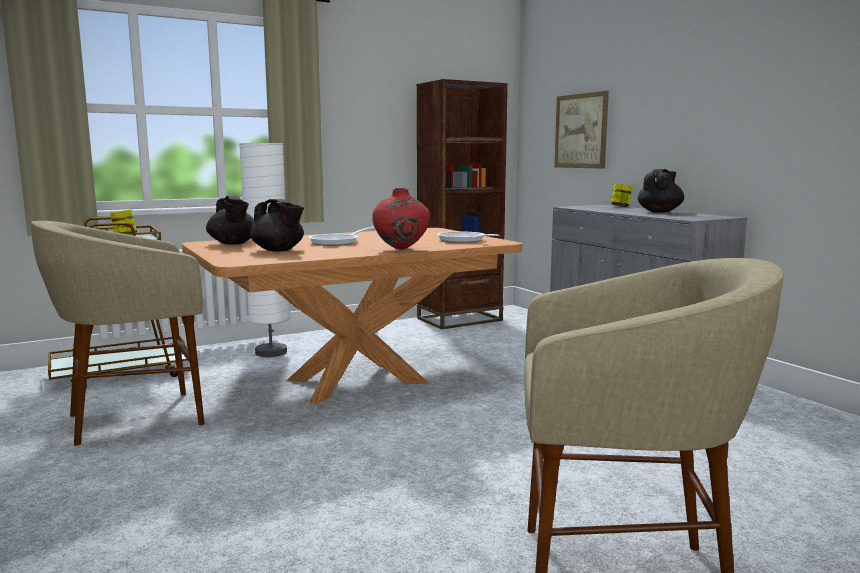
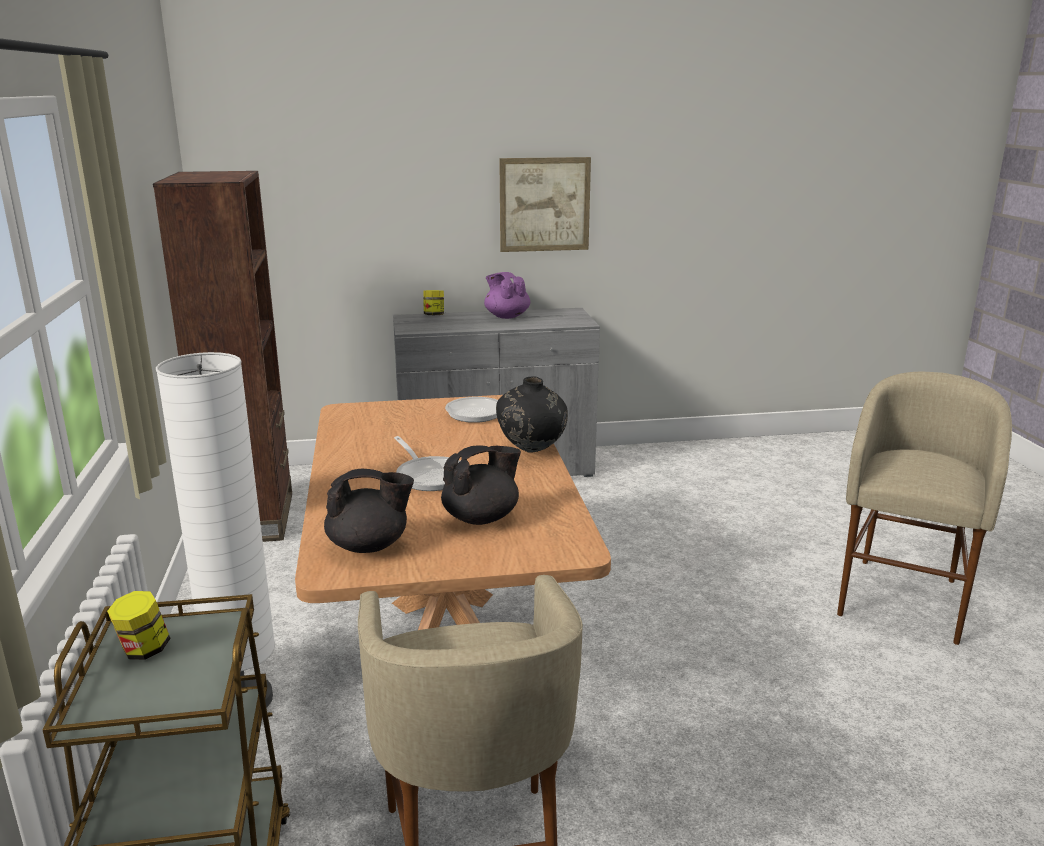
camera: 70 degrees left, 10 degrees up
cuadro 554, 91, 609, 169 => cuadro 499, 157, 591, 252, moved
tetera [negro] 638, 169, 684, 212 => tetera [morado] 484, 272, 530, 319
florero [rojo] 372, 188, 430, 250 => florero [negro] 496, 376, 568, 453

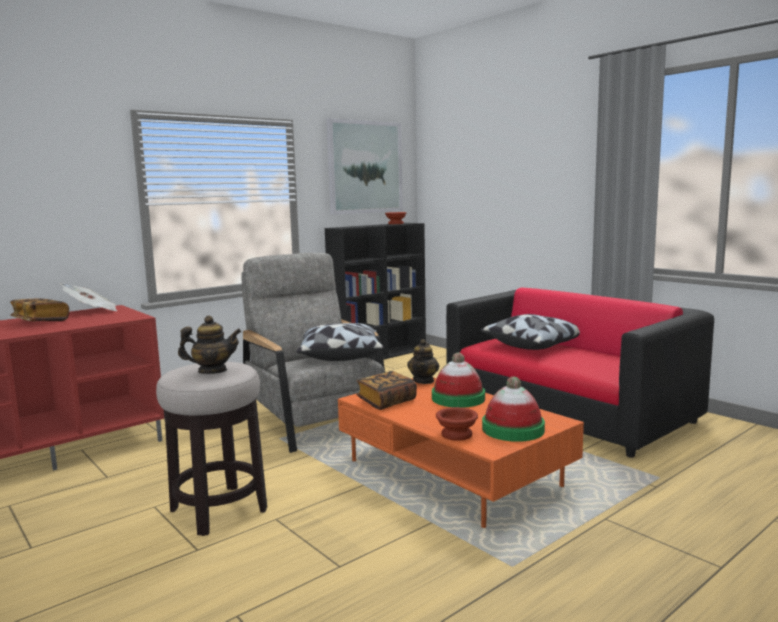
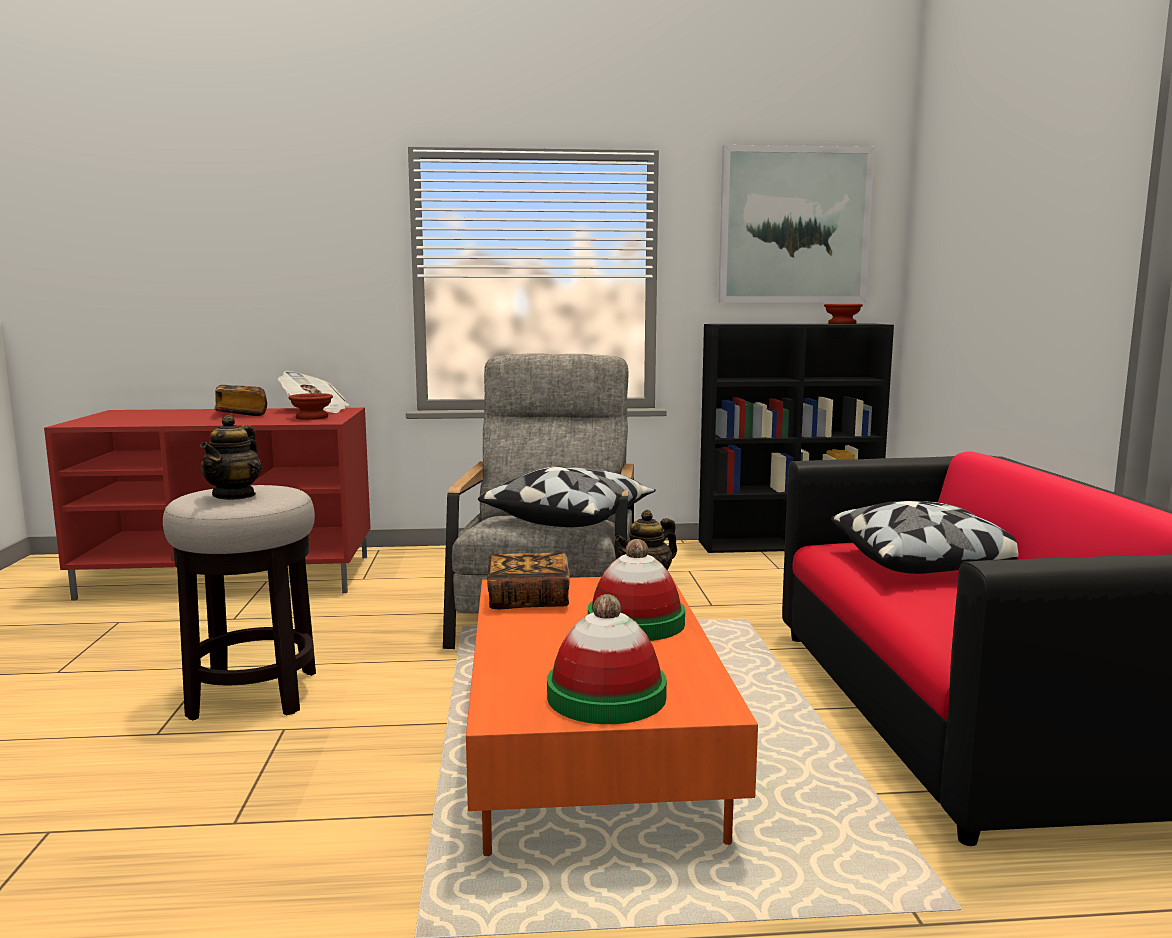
camera: 35 degrees right, 0 degrees up
tetera 178, 315, 242, 374 => tetera 200, 415, 262, 500, 75 degrees clockwise
cuenco [marrón] 436, 407, 478, 441 => cuenco [marrón] 288, 393, 333, 420, moved

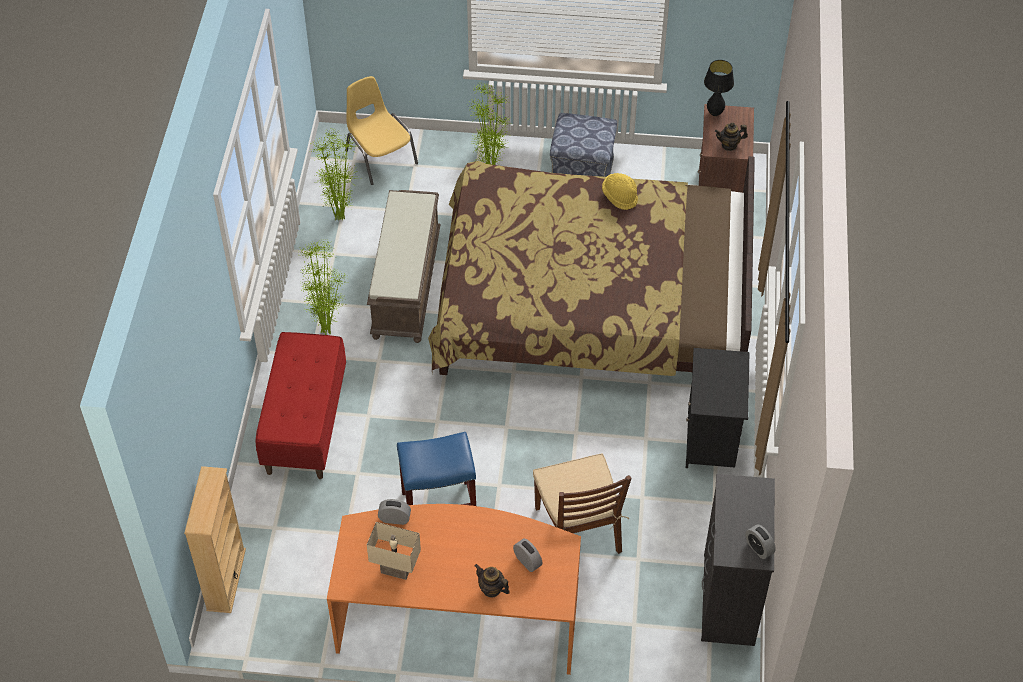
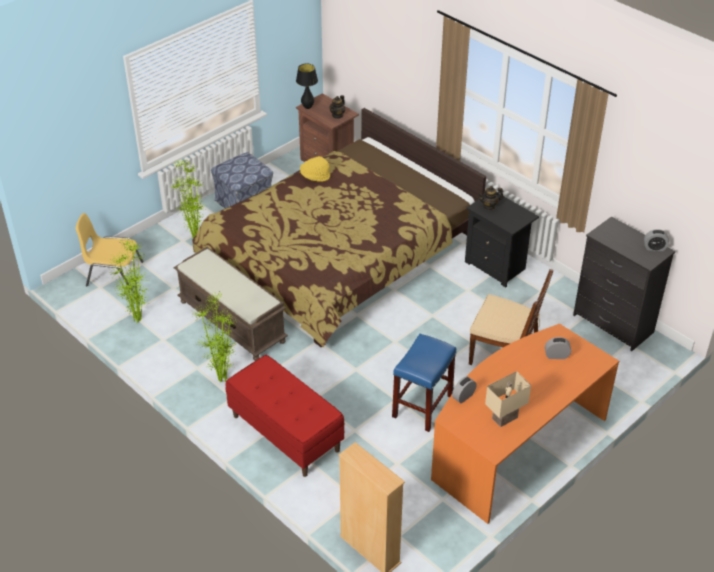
camera: 50 degrees left, 10 degrees down
tetera 475, 564, 510, 598 => tetera 478, 186, 504, 210, moved

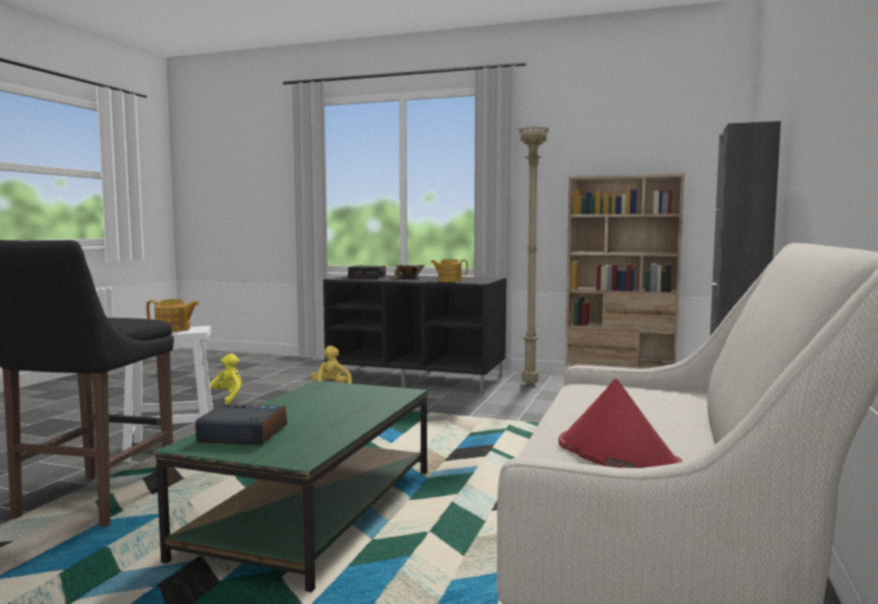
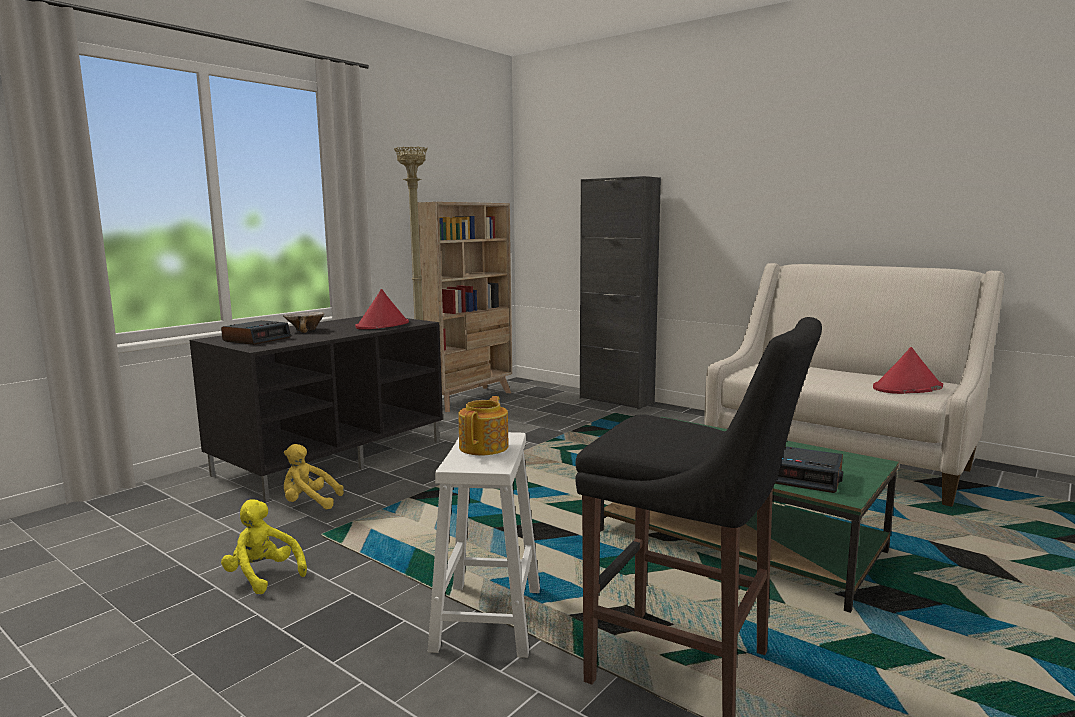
camera: 70 degrees left, 5 degrees up
tetera 430, 259, 468, 282 => sombrero [rojo] 355, 289, 409, 329
despertador 195, 404, 287, 445 => despertador 775, 446, 843, 493, 90 degrees counterclockwise

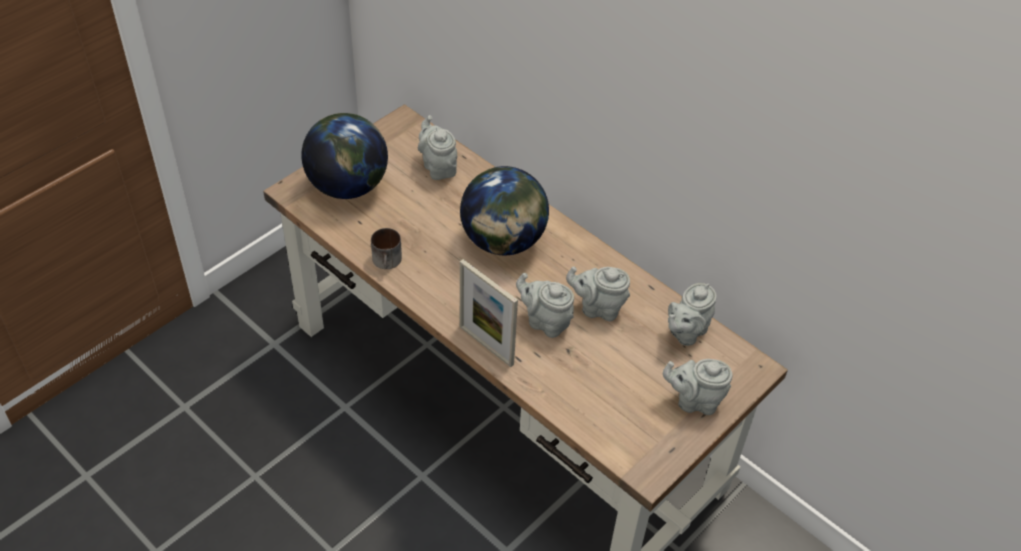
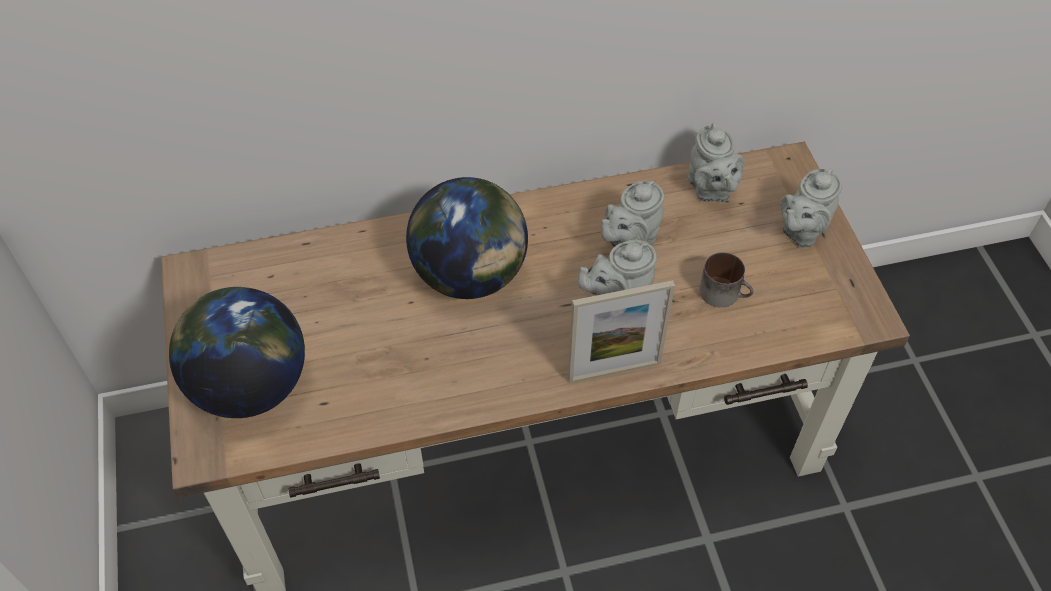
camera: 55 degrees left, 5 degrees up
tetera [gris] 418, 115, 457, 180 => nothing
taza grande 371, 228, 402, 269 => taza grande 699, 252, 753, 307, moved

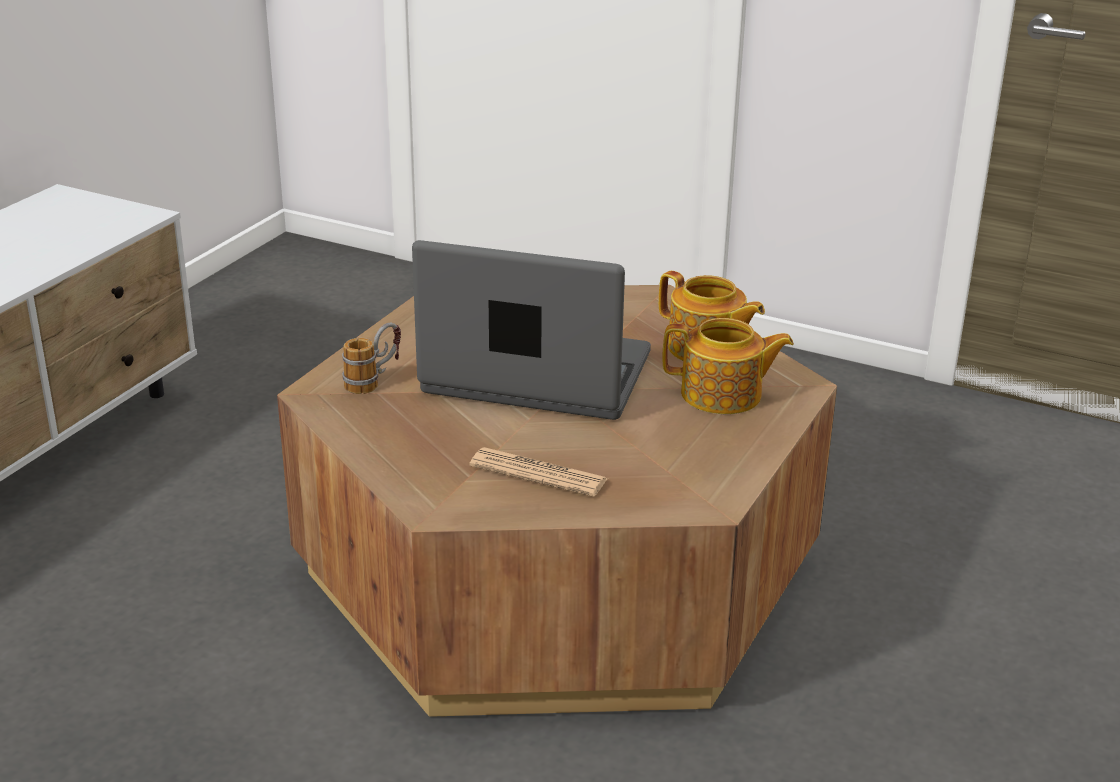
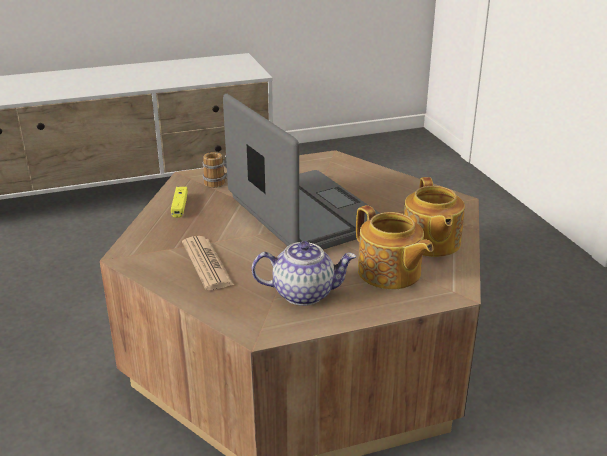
camera: 45 degrees right, 0 degrees up
nothing => mando de consola [amarillo] 171, 187, 188, 218
nothing => tetera 252, 241, 356, 306

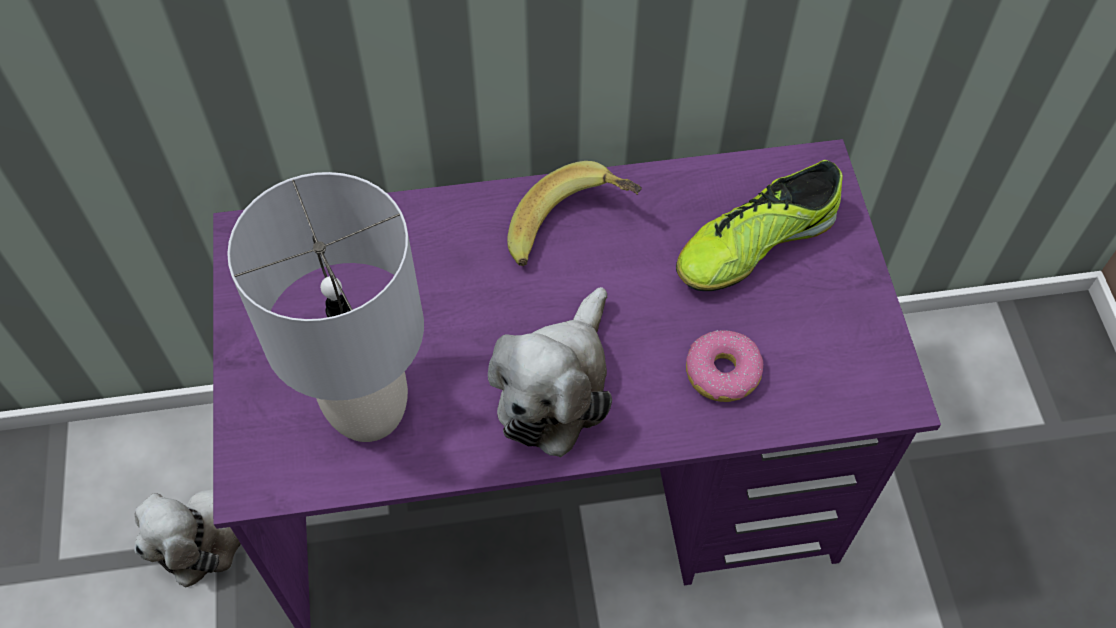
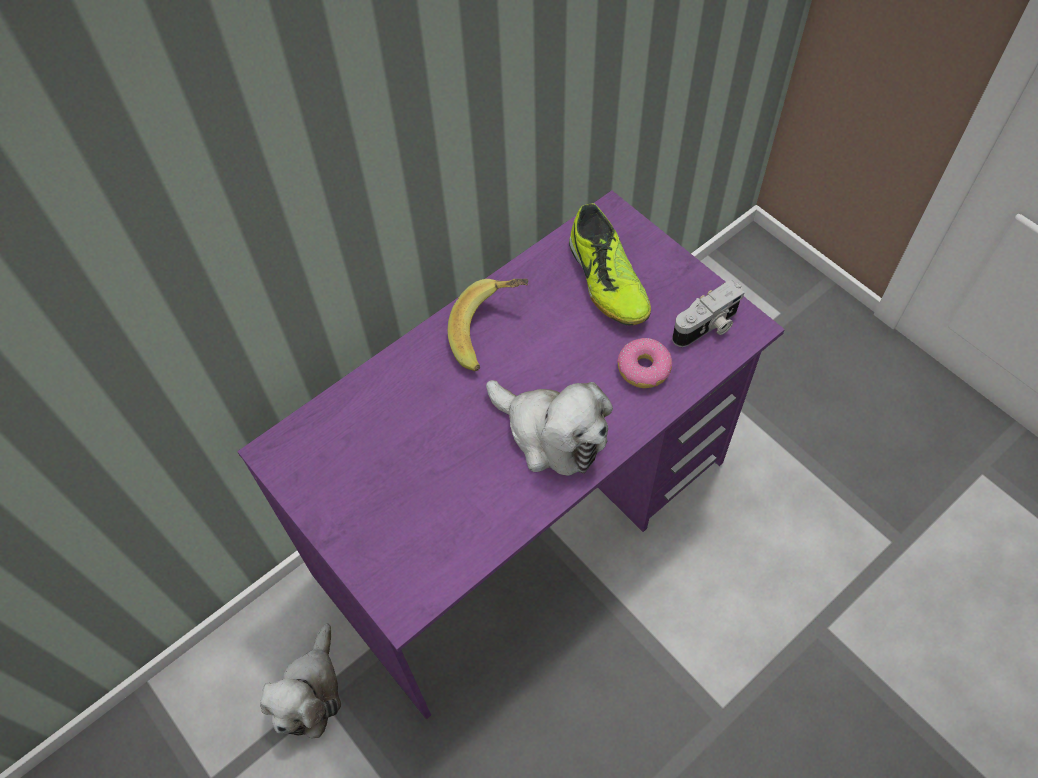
camera: 30 degrees left, 0 degrees up
zapato 676, 160, 843, 291 => zapato 569, 203, 651, 325, 45 degrees counterclockwise
lámpara de mesa [gris] 227, 172, 424, 442 => nothing
peluche 488, 287, 612, 457 => peluche 486, 380, 613, 476, 45 degrees counterclockwise
nothing => cámara 672, 280, 745, 347

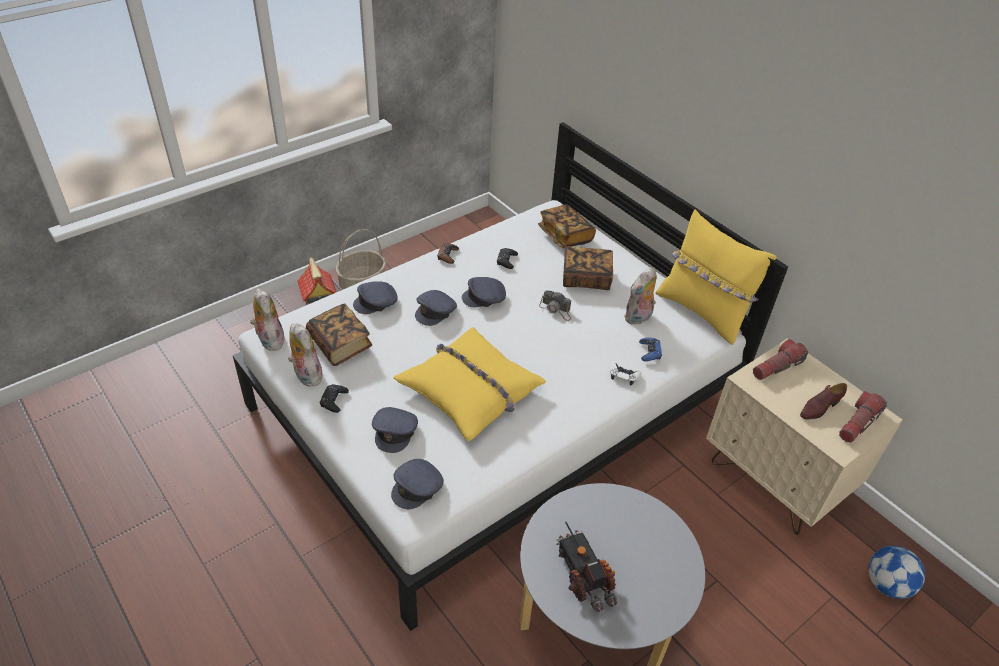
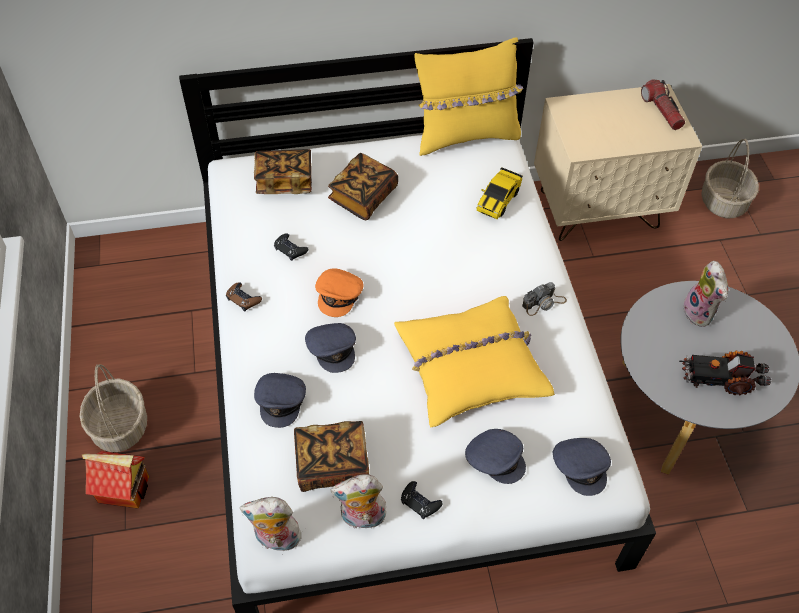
camera: 60 degrees left, 10 degrees up
peluche 625, 268, 657, 324 => peluche 684, 261, 728, 327, moved
gorra [gris] 462, 277, 506, 307 => gorra [naranja] 315, 268, 364, 317
cámara 539, 290, 571, 321 => cámara 522, 282, 567, 316, moved
mando de consola [azul] 639, 338, 662, 361 => coche de juguete 476, 167, 523, 219
linterna 753, 339, 808, 380 => nothing
mando de consola [blanco] 610, 363, 641, 385 => nothing
zapato [marrón] 800, 383, 847, 419 => nothing
balón de fútbol 868, 546, 925, 599 => cesta 701, 139, 759, 218

